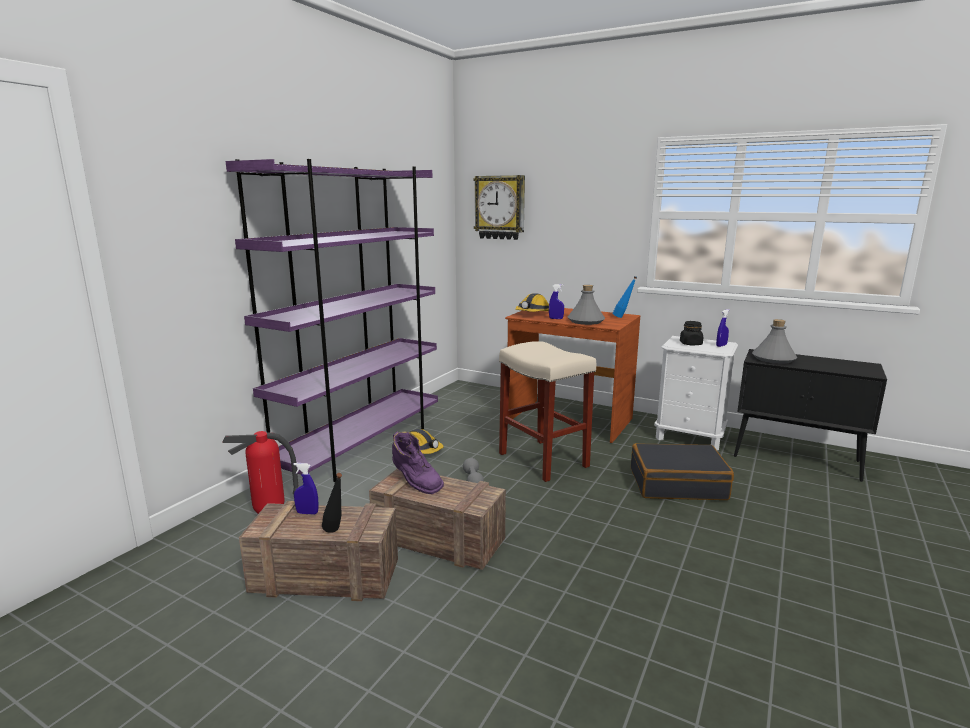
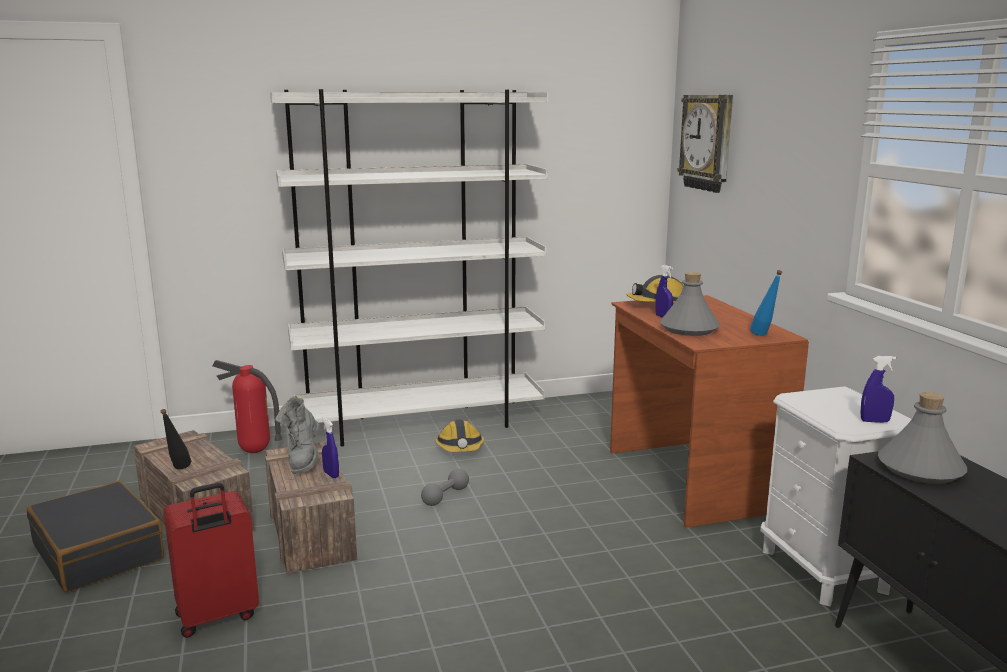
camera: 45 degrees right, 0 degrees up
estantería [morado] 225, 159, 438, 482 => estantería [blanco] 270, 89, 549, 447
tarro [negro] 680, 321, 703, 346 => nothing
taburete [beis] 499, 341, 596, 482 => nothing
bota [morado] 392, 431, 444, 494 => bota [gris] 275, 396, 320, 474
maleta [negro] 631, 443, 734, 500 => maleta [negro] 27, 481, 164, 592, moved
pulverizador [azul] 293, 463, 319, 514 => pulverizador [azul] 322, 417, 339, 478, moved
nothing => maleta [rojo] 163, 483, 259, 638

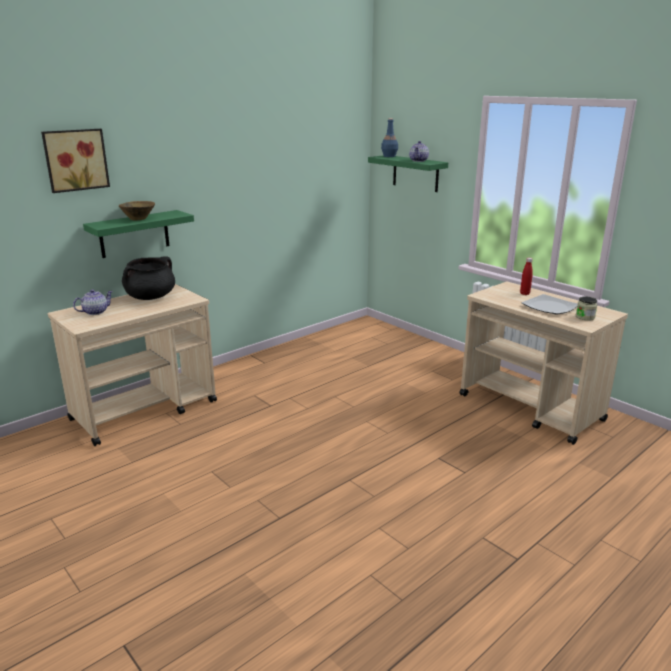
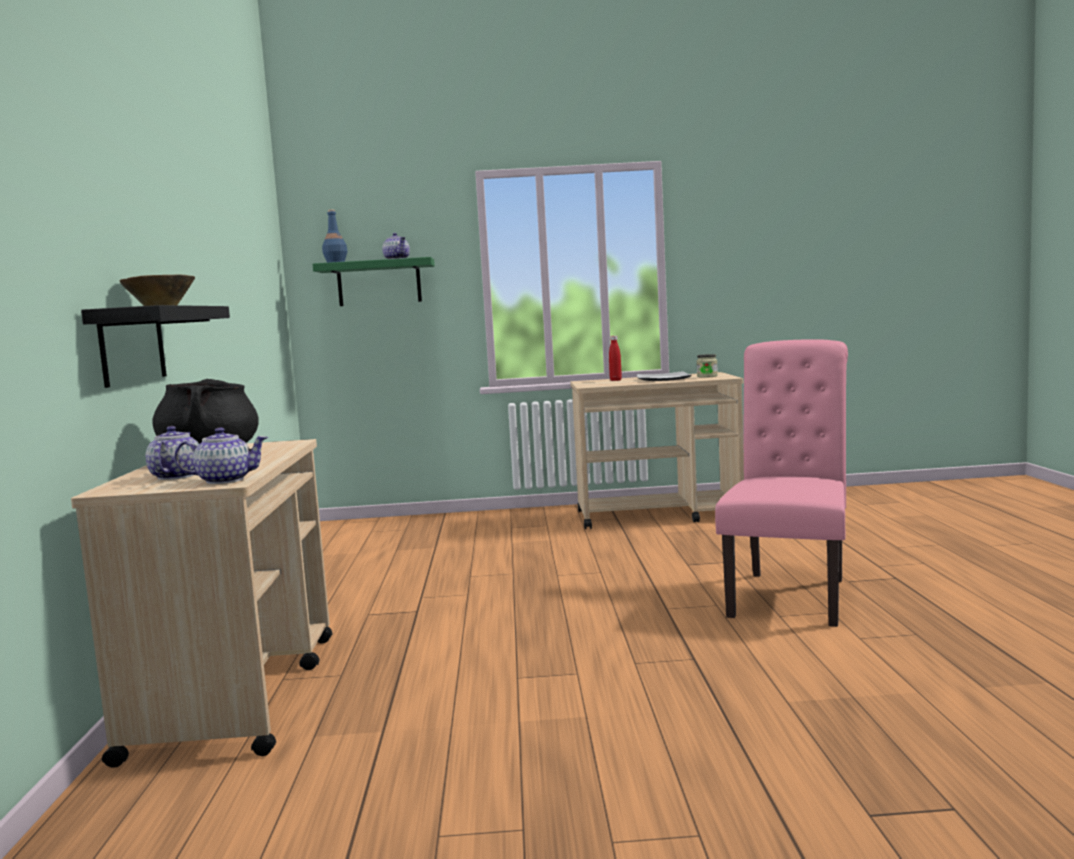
camera: 50 degrees left, 15 degrees down
cuadro 41, 129, 110, 193 => nothing
estante [verde] 83, 210, 194, 258 => estante [negro] 81, 305, 230, 388
nothing => silla [rosa] 715, 339, 848, 627
nothing => tetera 174, 427, 268, 484

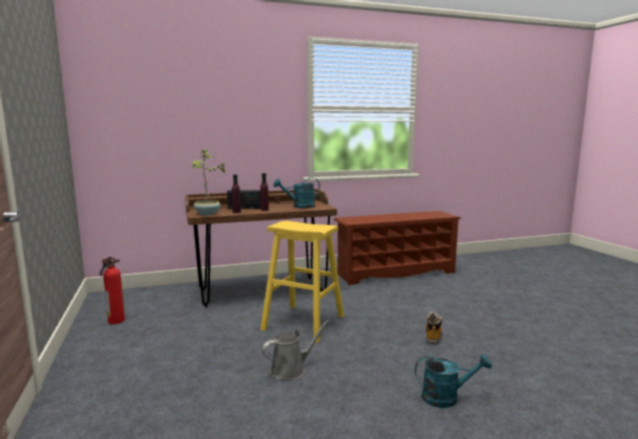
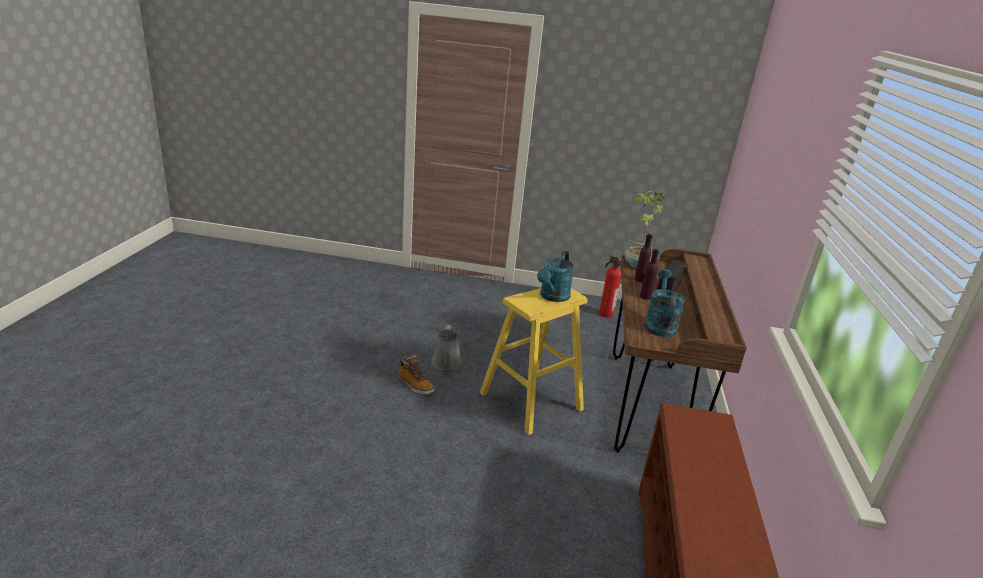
camera: 115 degrees right, 15 degrees up
bota 425, 312, 443, 344 => bota 398, 355, 435, 394, moved
regadera [turquesa] 415, 354, 492, 408 => regadera [turquesa] 537, 251, 574, 302, moved

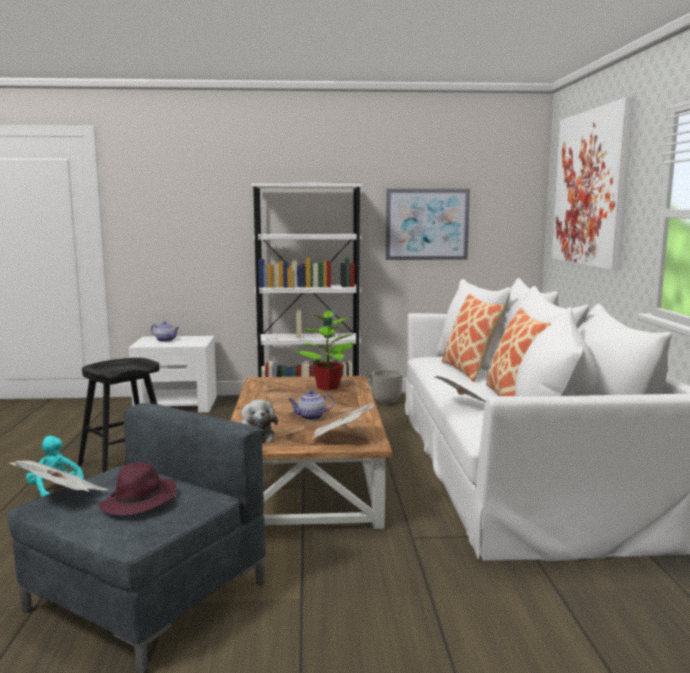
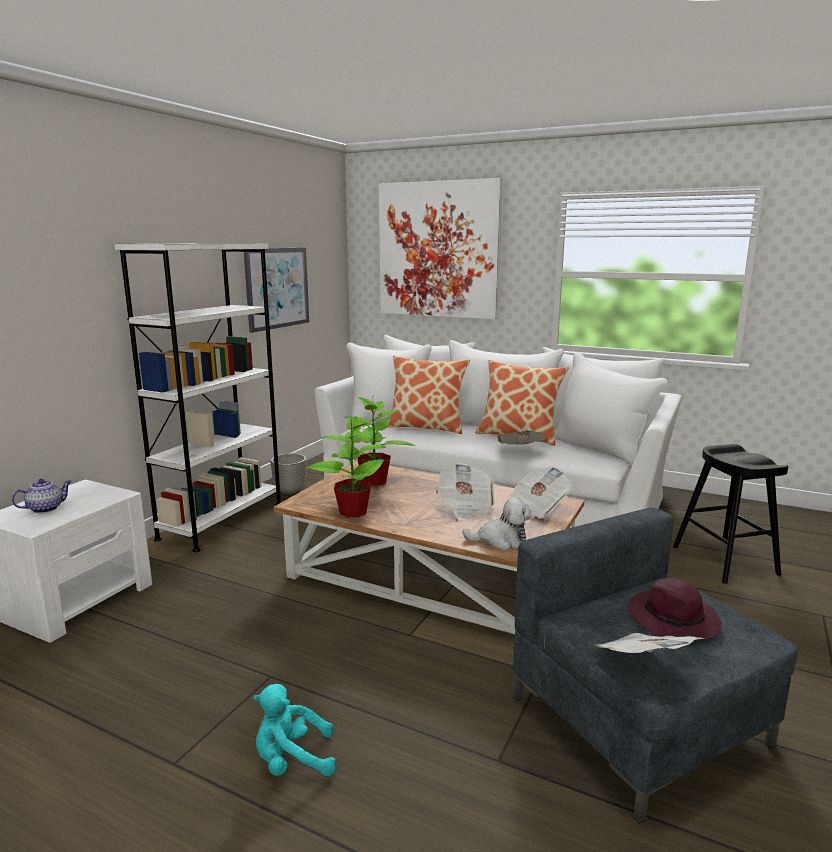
camera: 60 degrees left, 5 degrees up
taburete [negro] 78, 358, 159, 473 => taburete [negro] 673, 444, 788, 584, moved
tetera 288, 390, 334, 420 => periódico 436, 463, 495, 520
nothing => planta en maceta 306, 416, 387, 517

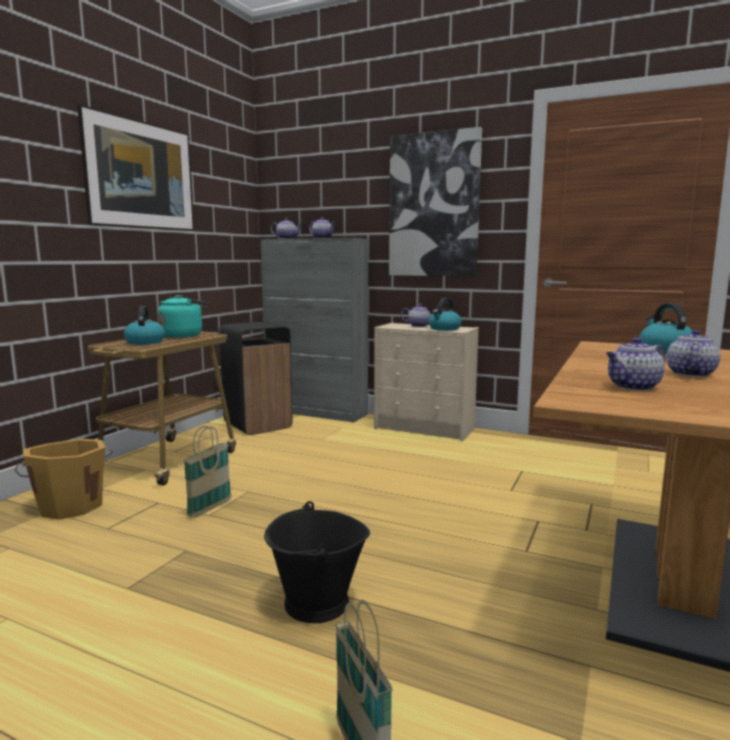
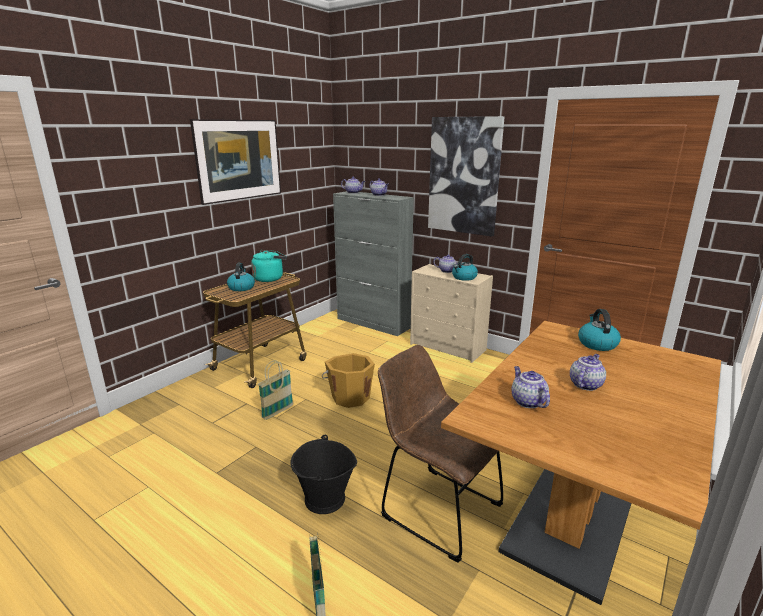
camera: 10 degrees right, 10 degrees up
papelera [negro] 219, 322, 293, 435 => nothing
tetera 606, 337, 666, 391 => tetera 511, 366, 550, 408, 90 degrees clockwise
cubo [naranja] 14, 439, 113, 520 => cubo [naranja] 321, 353, 375, 408, moved
nothing => silla [marrón] 378, 345, 503, 563

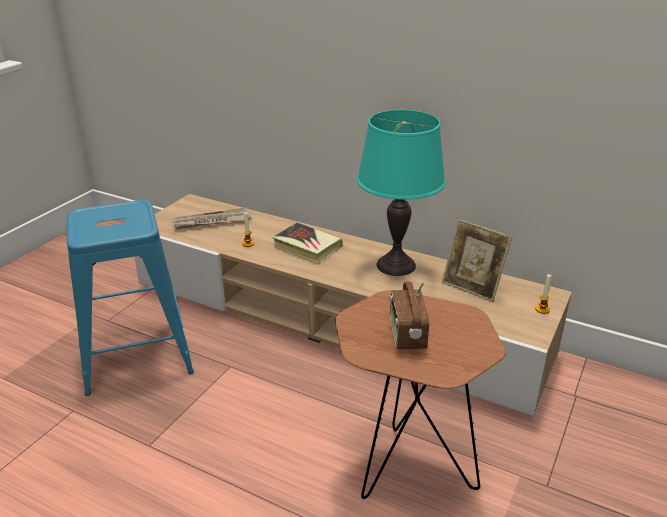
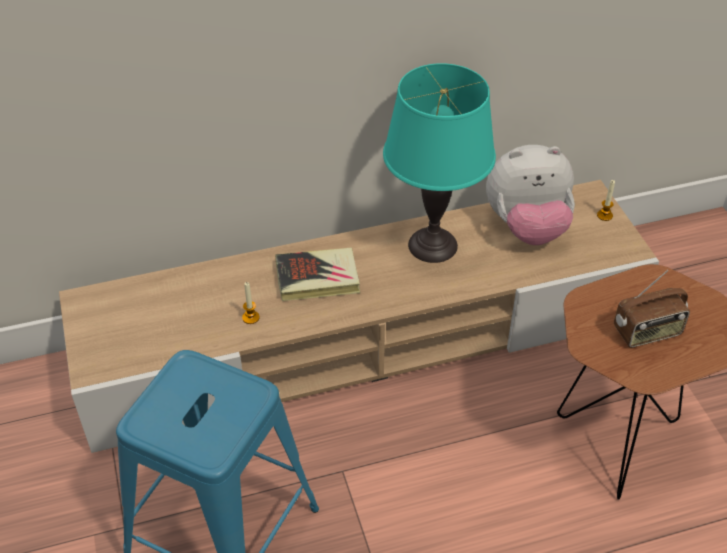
camera: 45 degrees left, 15 degrees up
periódico 172, 208, 251, 229 => nothing
portarretratos 442, 219, 512, 302 => peluche 486, 145, 575, 245
radio 390, 282, 429, 349 => radio 614, 270, 690, 348, 60 degrees counterclockwise

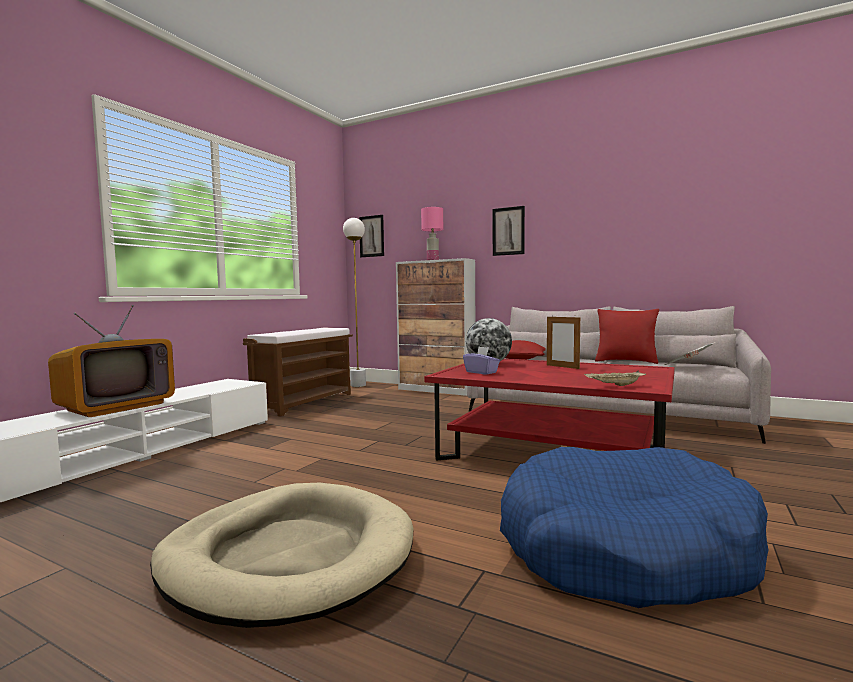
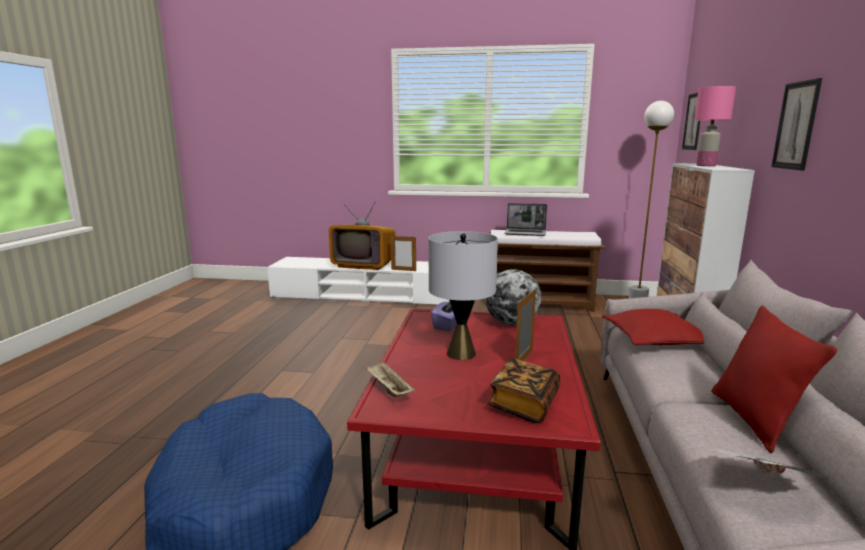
camera: 70 degrees right, 10 degrees up
cama para perro [beis] 150, 483, 413, 628 => nothing
nothing => portátil 505, 203, 547, 236
nothing => lámpara de mesa [gris] 429, 231, 498, 360
nothing => portarretratos 391, 236, 416, 271
nothing => libro 488, 359, 560, 423

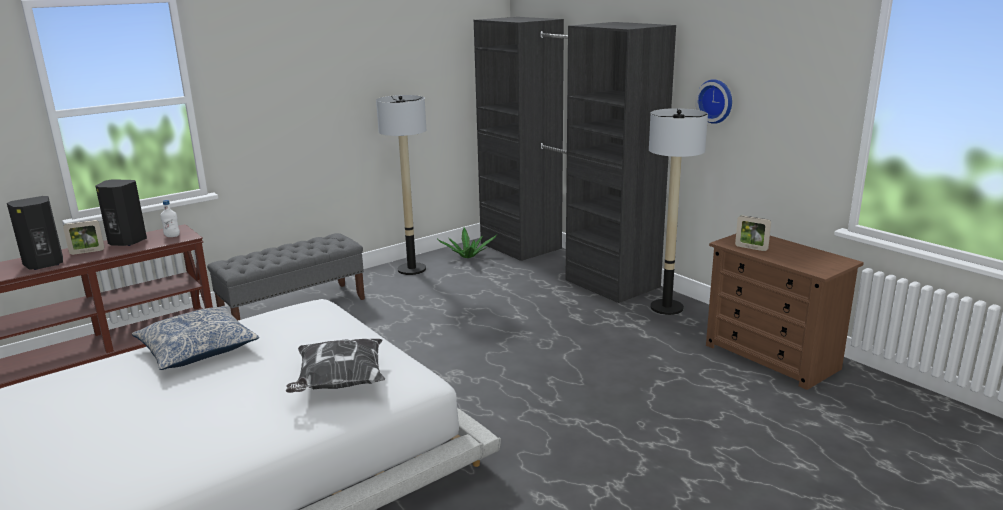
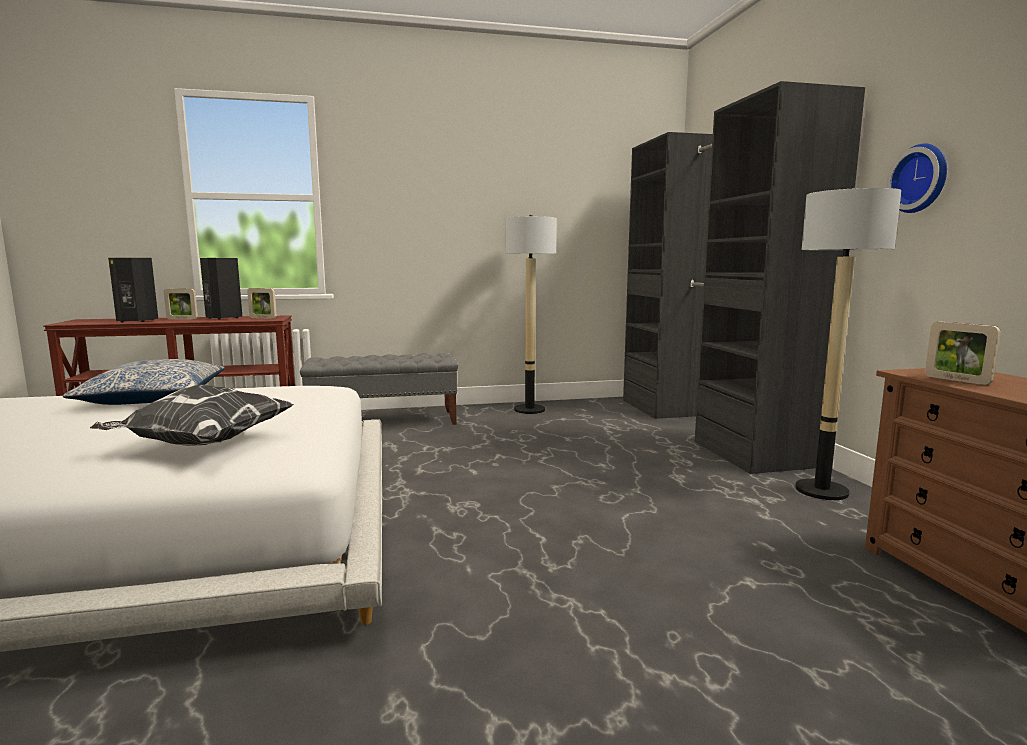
camera: 25 degrees right, 10 degrees down
botella [blanco] 160, 200, 180, 237 => portarretratos 247, 288, 277, 319
planta en maceta 437, 228, 497, 258 => nothing

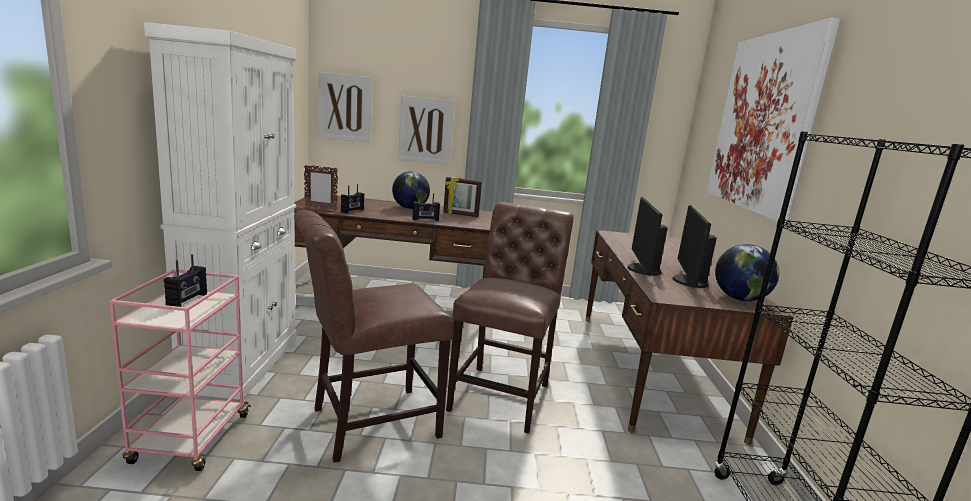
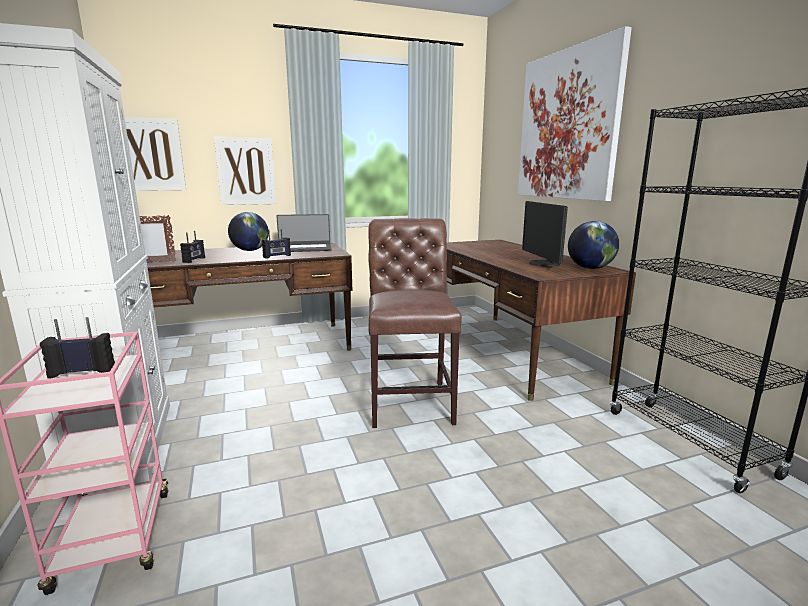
camera: 20 degrees left, 0 degrees up
portarretratos 443, 177, 482, 217 => portátil 276, 214, 332, 252
monitor 627, 197, 668, 276 => nothing
silla [marrón] 294, 210, 454, 463 => nothing
radio 164, 254, 207, 307 => radio 40, 317, 115, 378, 90 degrees counterclockwise

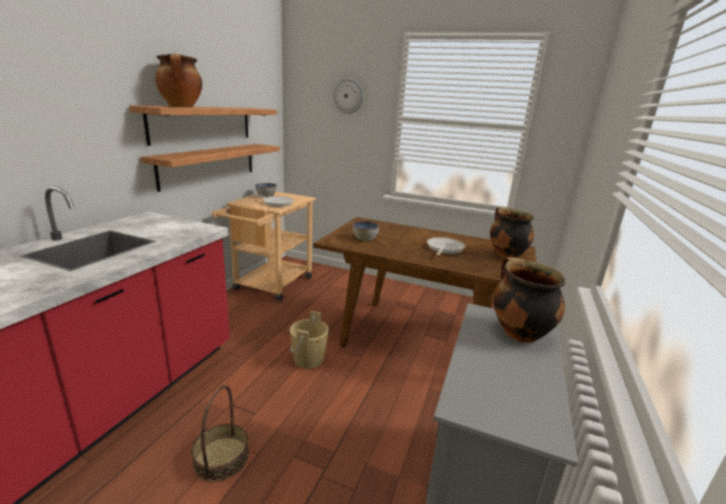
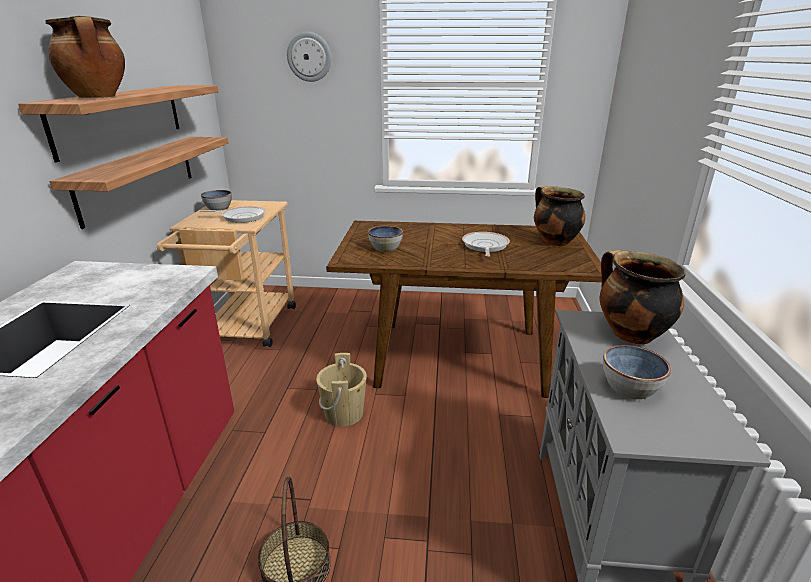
camera: 15 degrees left, 5 degrees up
nothing => cuenco 603, 345, 671, 399

